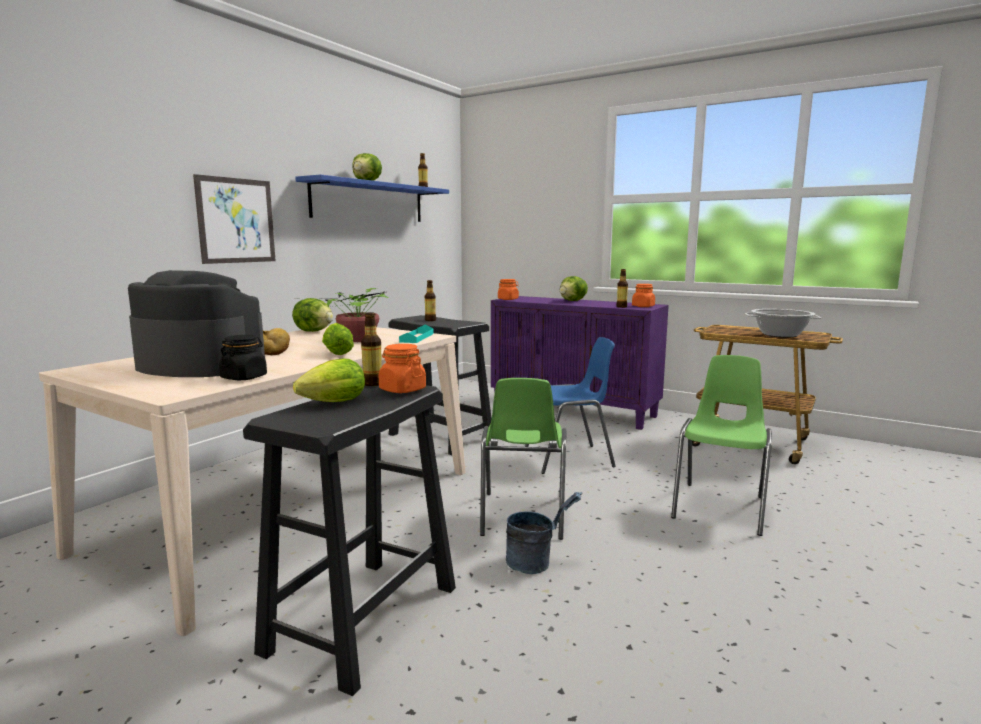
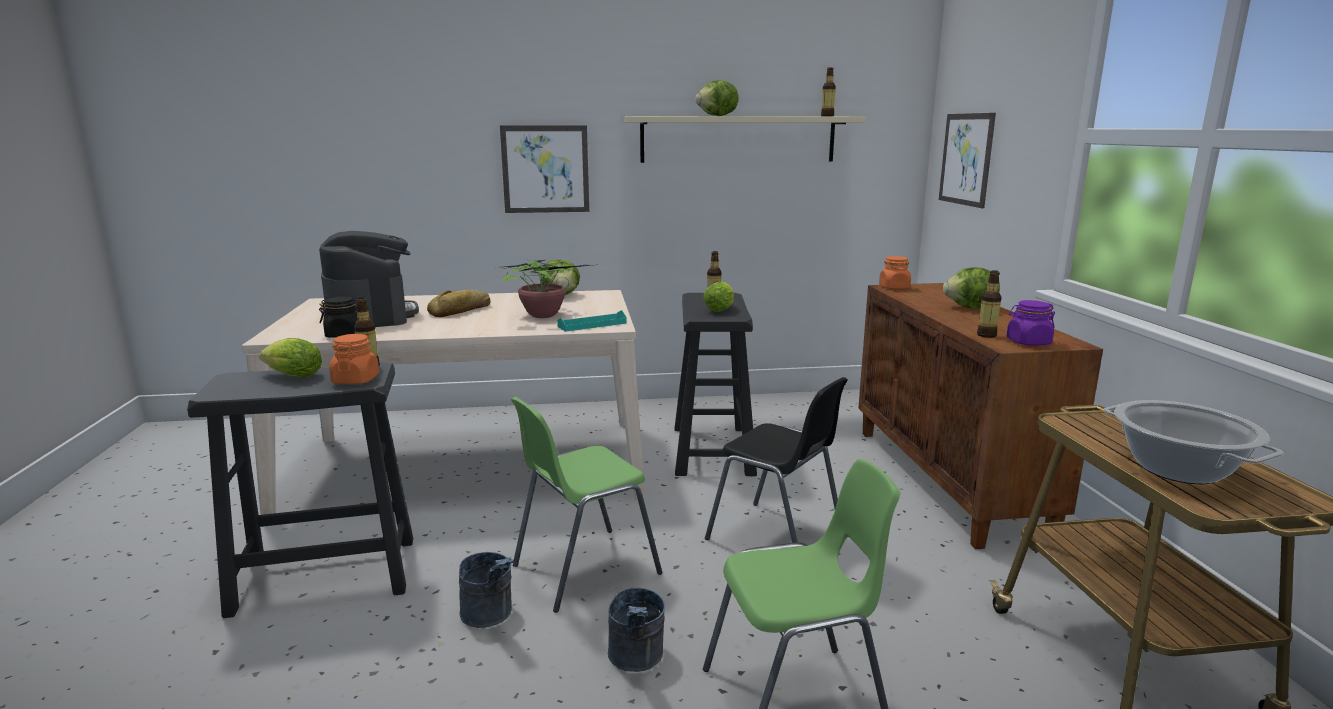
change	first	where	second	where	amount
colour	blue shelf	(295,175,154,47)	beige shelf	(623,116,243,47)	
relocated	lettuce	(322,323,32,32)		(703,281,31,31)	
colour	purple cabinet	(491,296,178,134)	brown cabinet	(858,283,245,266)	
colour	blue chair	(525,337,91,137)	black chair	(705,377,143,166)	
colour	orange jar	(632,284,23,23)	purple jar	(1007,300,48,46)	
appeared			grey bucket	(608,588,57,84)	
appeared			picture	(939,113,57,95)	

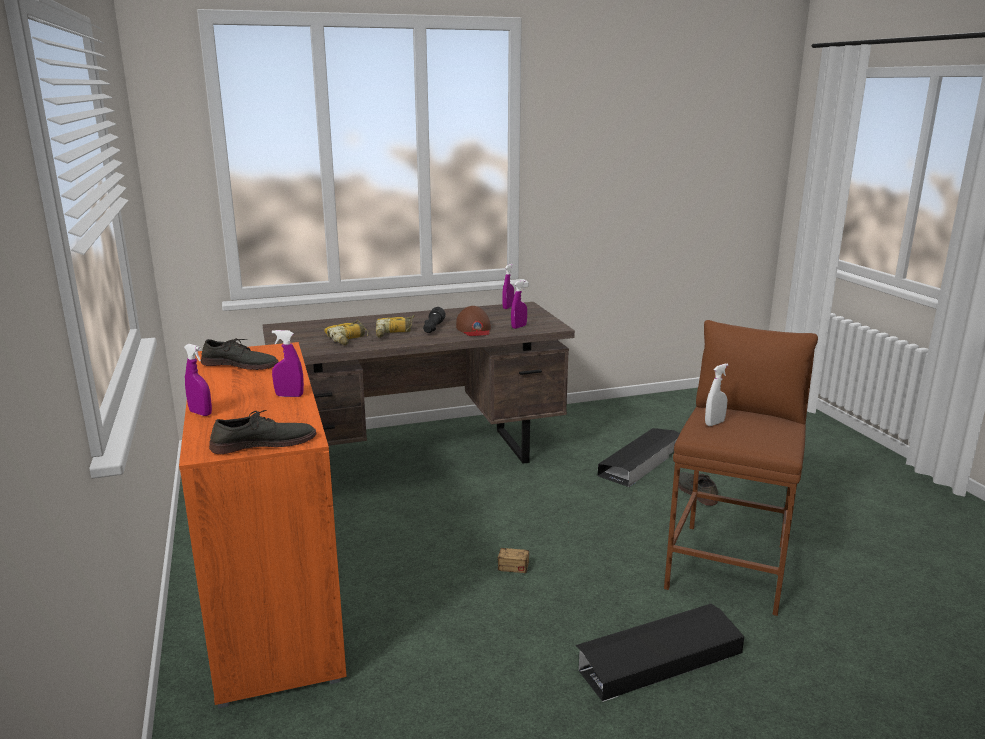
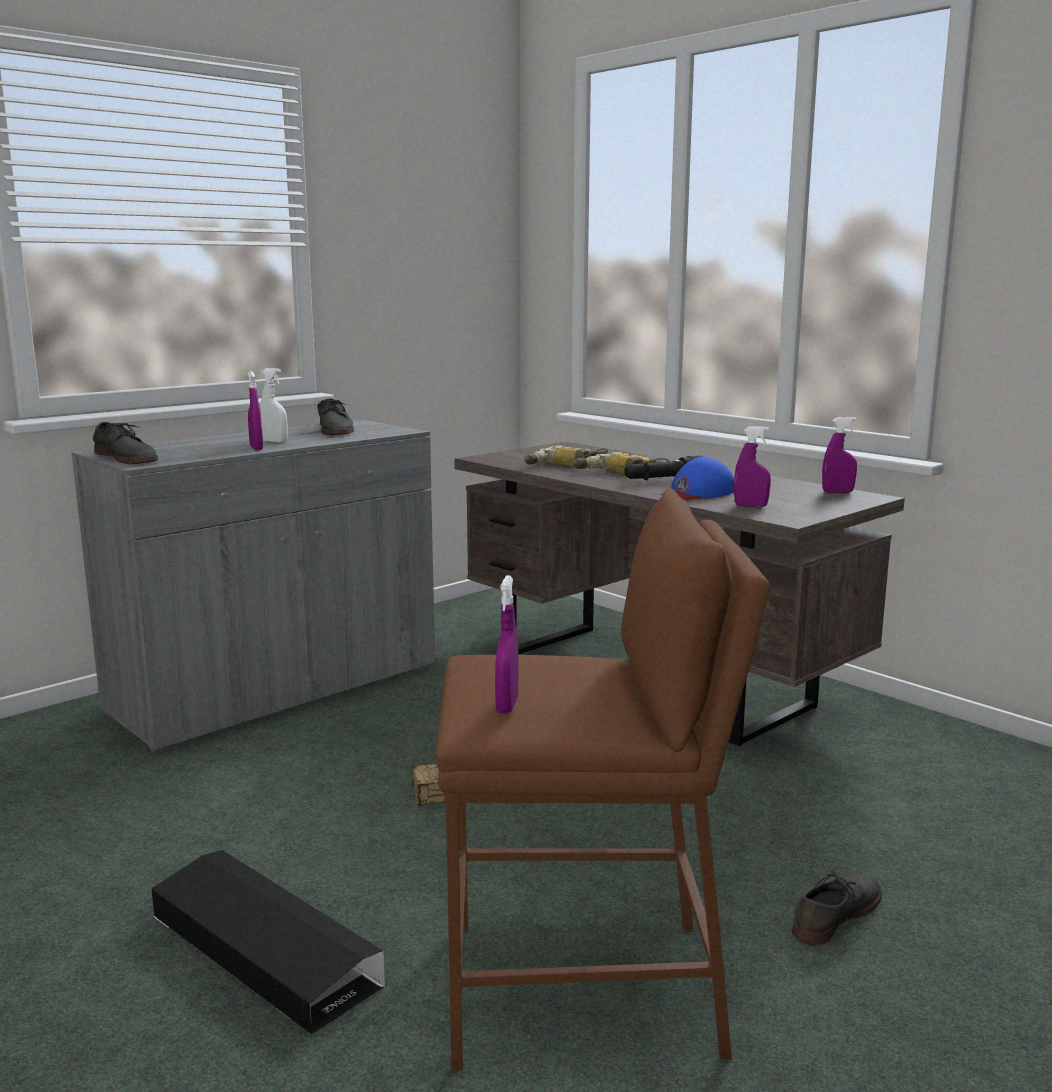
change	first	where	second	where	amount
colour	orange cabinet	(179,342,168,366)	grey cabinet	(71,419,364,335)	
relocated	purple spray bottle	(184,344,28,72)		(495,575,24,138)	
colour	brown cap	(456,306,35,30)	blue cap	(661,457,73,43)	
missing	black storage box	(598,428,82,59)			
relocated	white spray bottle	(705,363,24,63)		(260,368,27,75)	

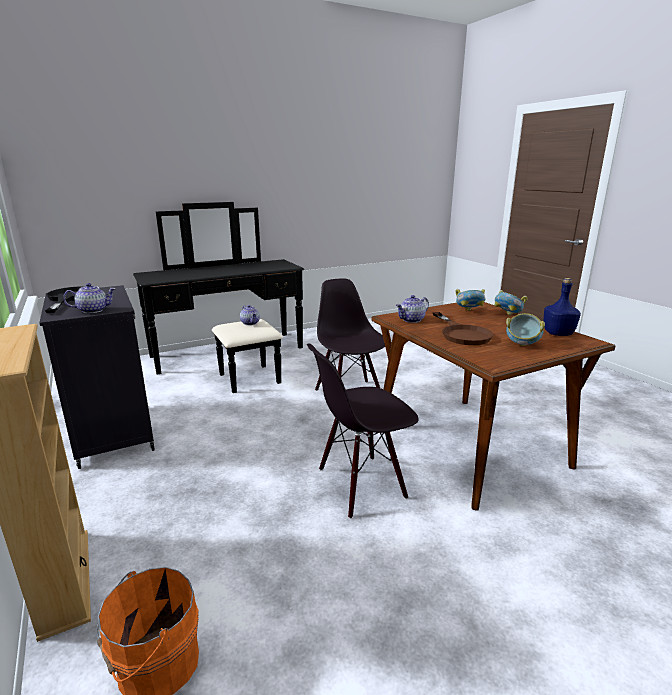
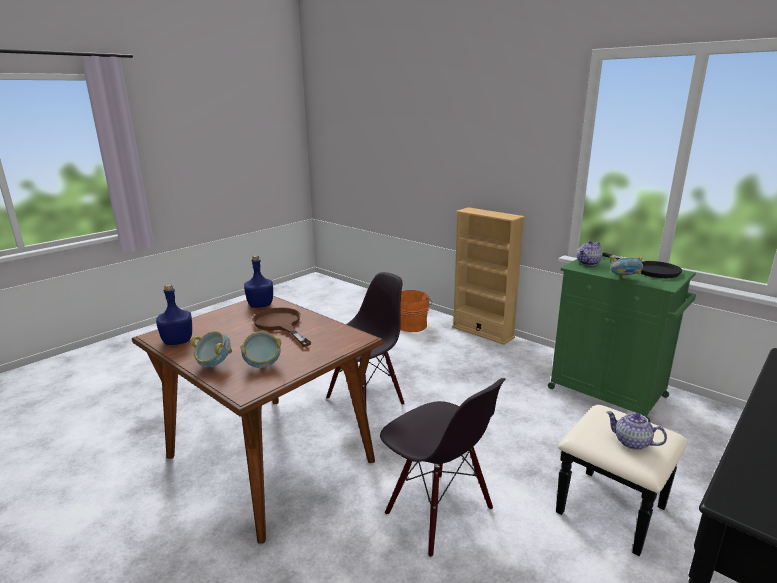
change	first	where	second	where	amount
colour	black cabinet	(39,285,116,184)	green cabinet	(548,256,148,166)	
missing	teapot	(396,295,33,28)			
relocated	bowl	(506,313,39,33)		(610,256,33,23)	
appeared			blue bottle	(244,255,29,53)	

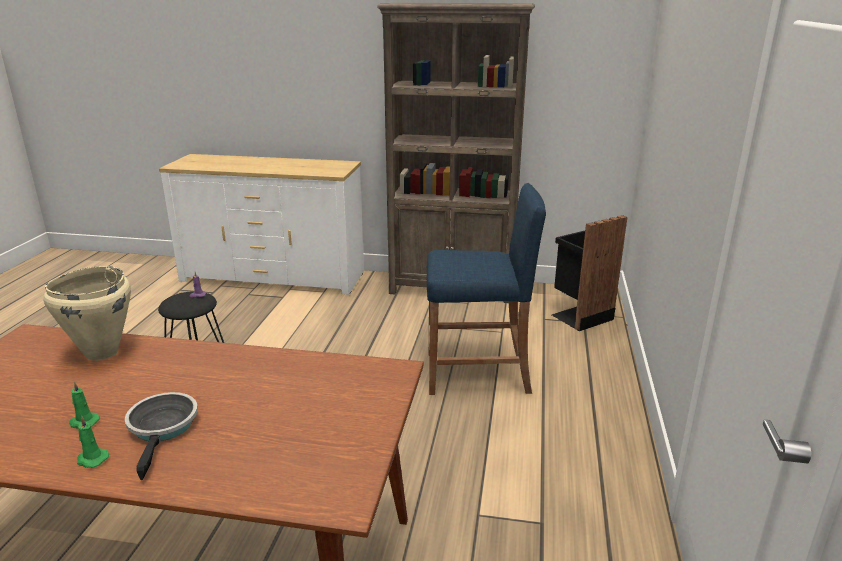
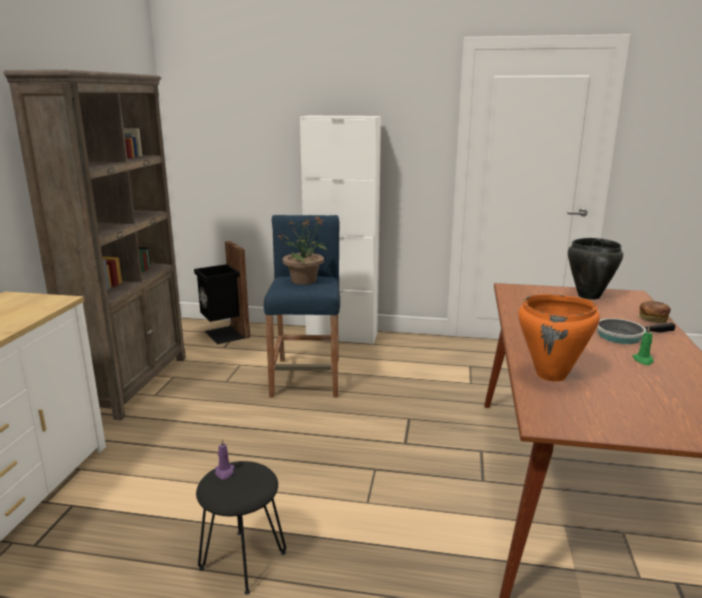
change	first	where	second	where	amount
colour	beige cooking pot	(43,266,88,95)	orange cooking pot	(518,294,82,88)	
missing	green candle	(77,416,32,52)			
appeared			potted plant	(277,217,50,68)	
appeared			white cabinet	(300,115,81,230)	
appeared			black cooking pot	(568,238,55,62)	
appeared			bread	(638,300,33,23)	

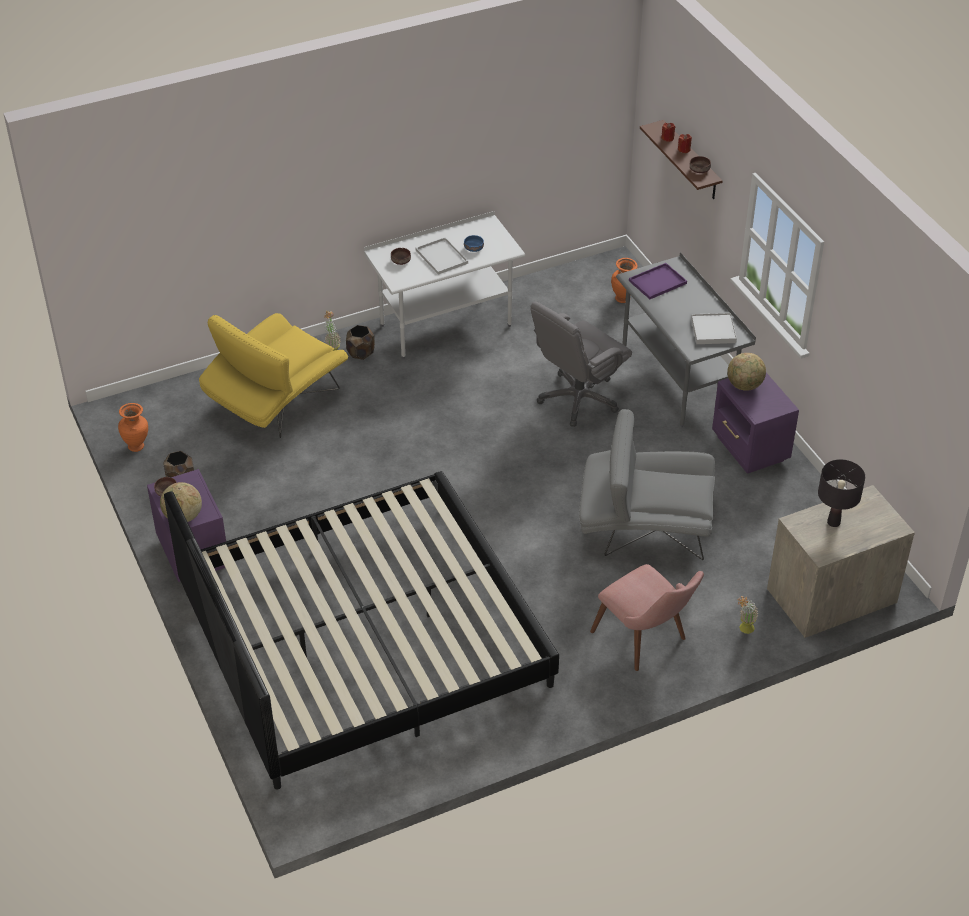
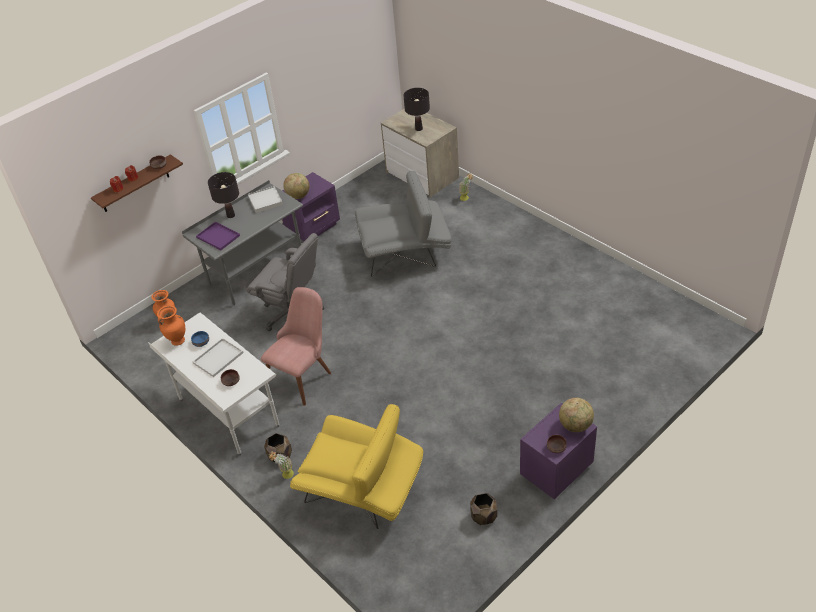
change	first	where	second	where	amount
relocated	orange vase	(118,403,30,49)		(157,305,28,41)	
missing	bed	(164,471,395,319)			
spun	grey armchair	(579,409,136,151)		(355,171,97,106)	90 degrees counterclockwise
relocated	pink chair	(590,564,114,107)		(261,287,70,118)	
appeared			black table lamp	(208,172,31,46)	

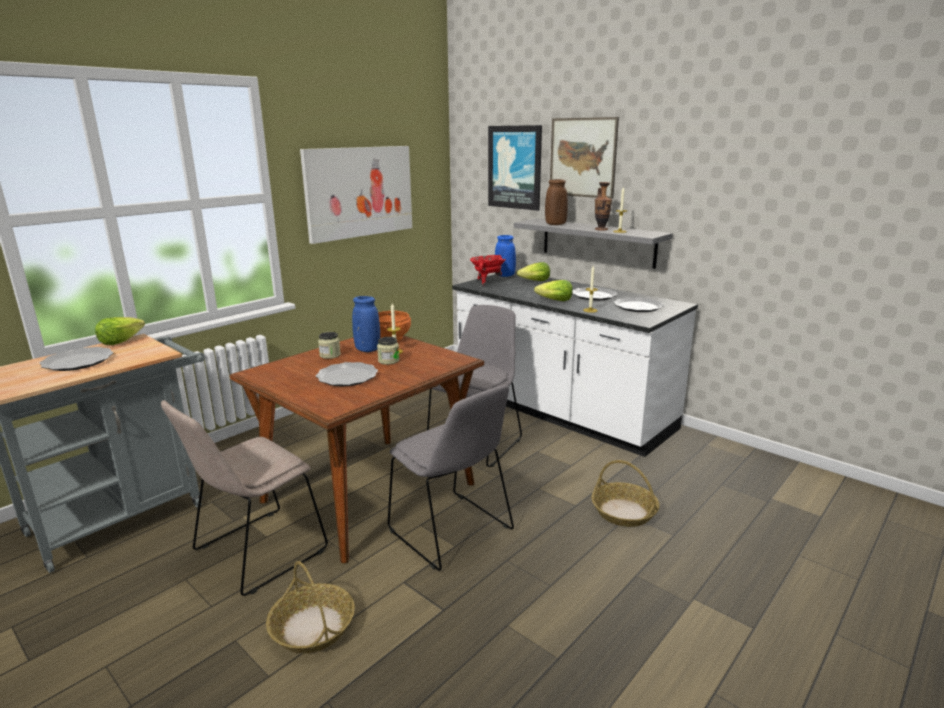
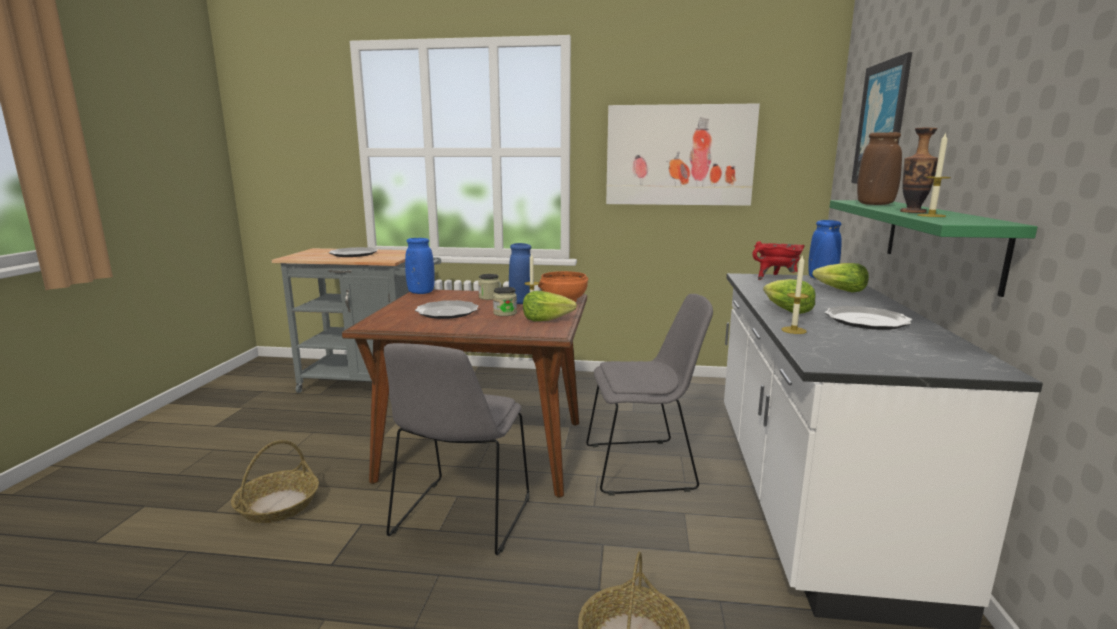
change	first	where	second	where	amount
relocated	lettuce	(95,317,50,28)		(523,291,54,30)	
missing	beige chair	(161,400,167,196)			
colour	grey shelf	(514,219,159,50)	green shelf	(830,200,207,97)	
missing	picture	(550,117,69,82)			
missing	plate	(613,297,51,15)			
appeared			blue vase	(405,238,30,56)	

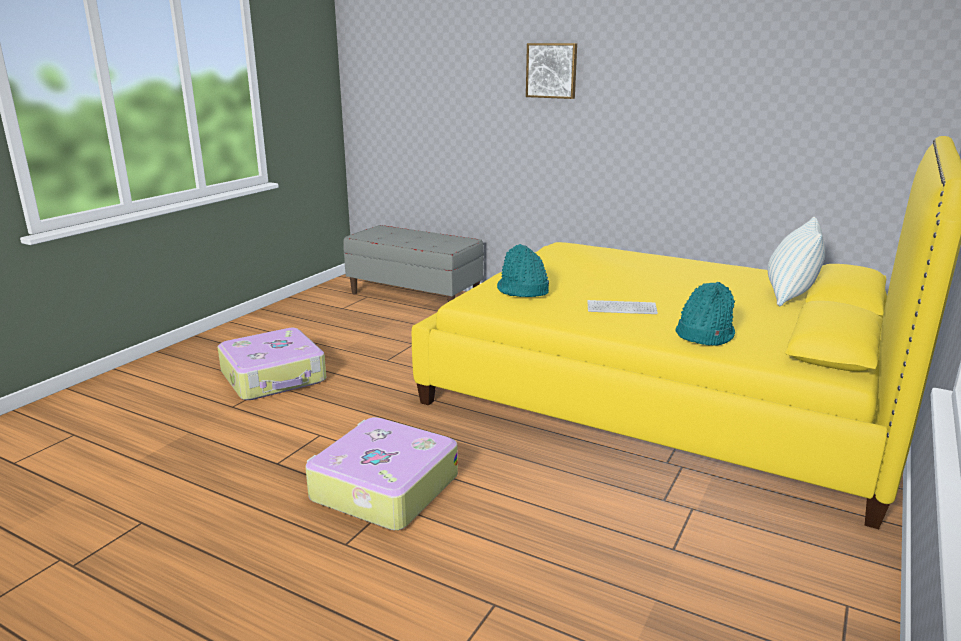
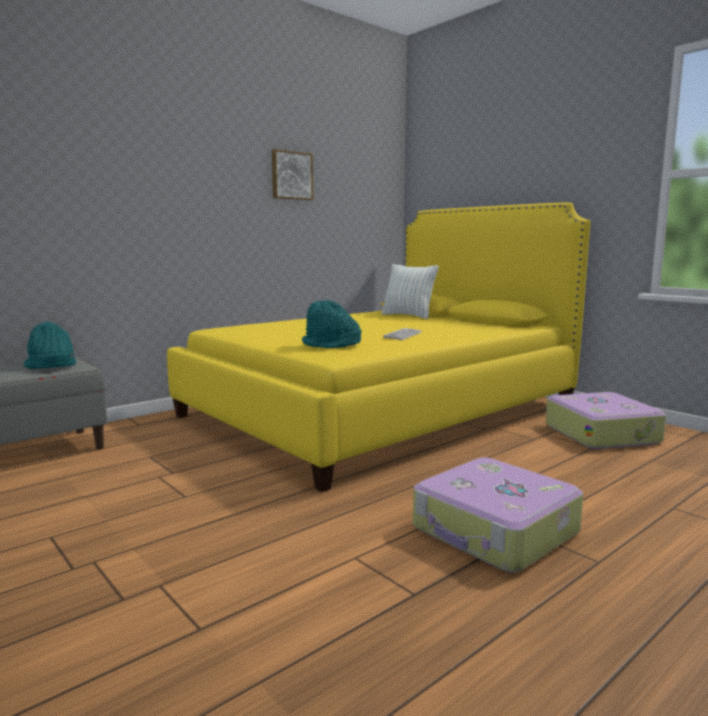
change	first	where	second	where	amount
relocated	suitcase	(217,328,109,72)		(546,392,120,57)	
relocated	picture	(526,43,51,56)		(272,149,41,51)	
relocated	turquoise hat	(675,282,60,64)		(24,321,52,48)	

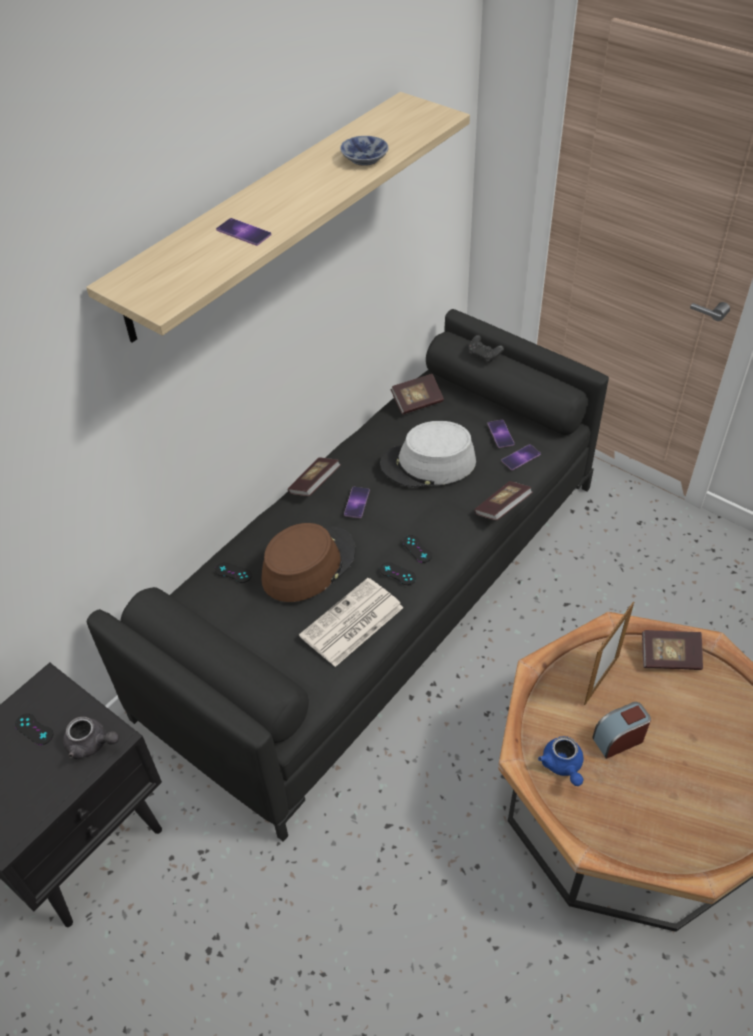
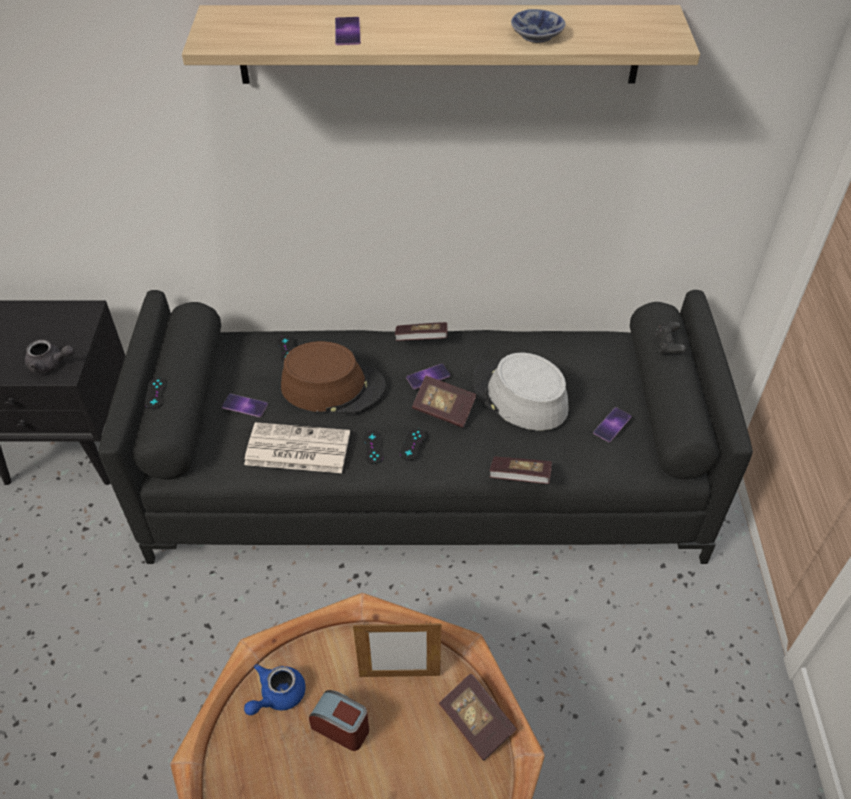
change	first	where	second	where	amount
relocated	black game controller	(15,713,38,32)		(145,377,22,32)	
spun	grey teapot	(63,717,56,42)		(25,340,49,34)	60 degrees counterclockwise
relocated	book	(390,374,54,41)		(412,376,64,52)	
relocated	phone	(501,444,40,26)		(222,394,46,23)	

